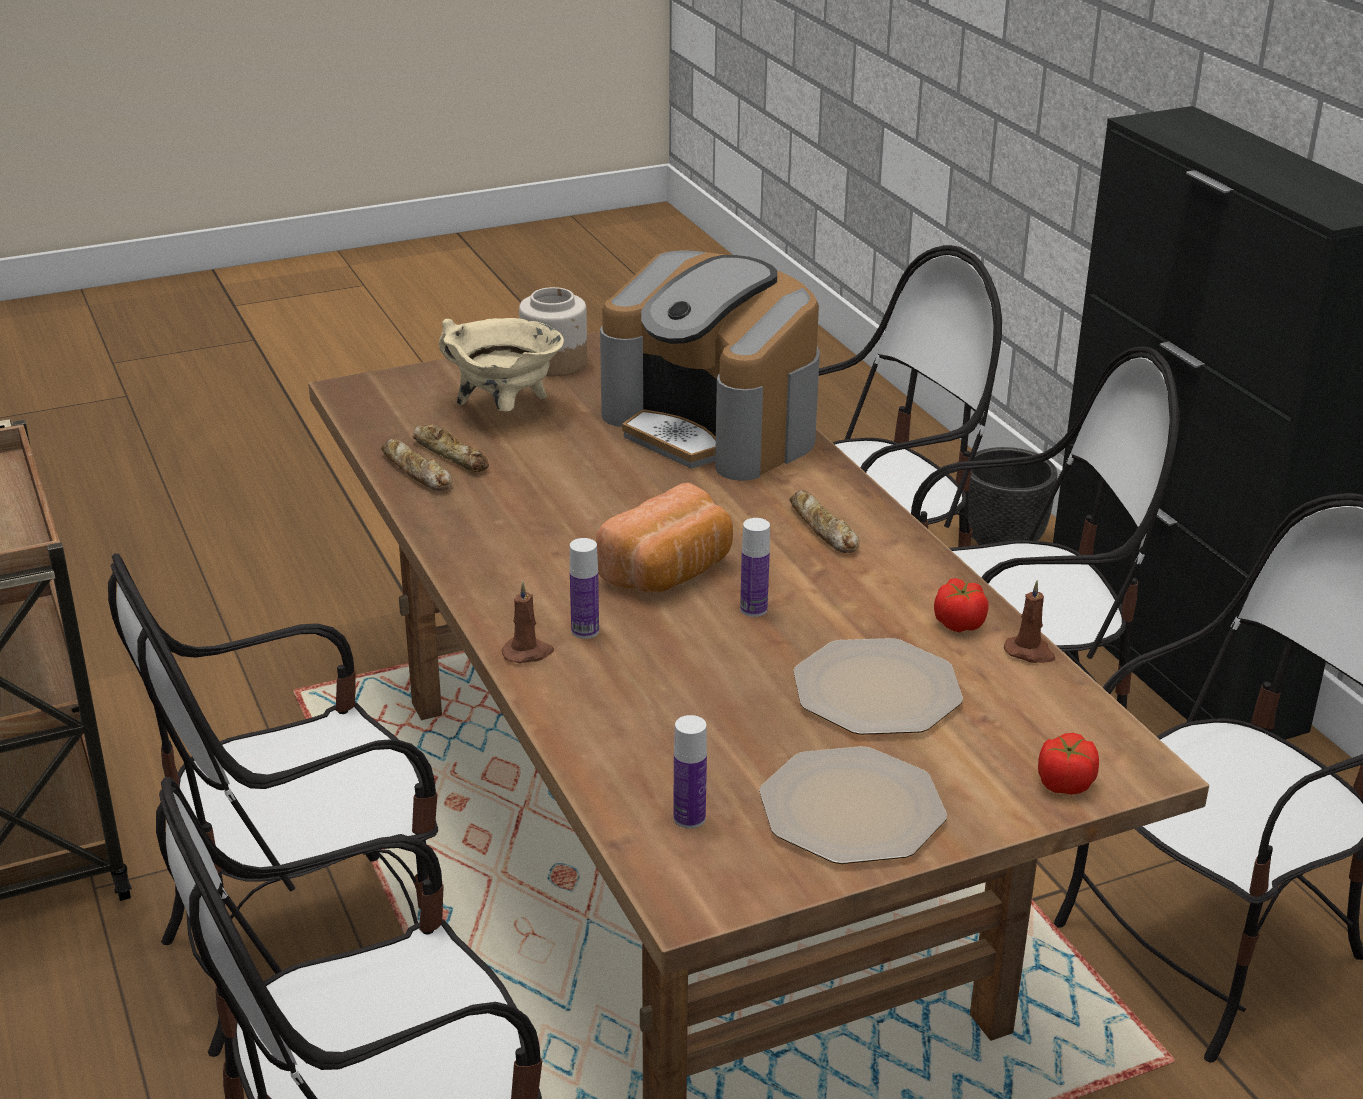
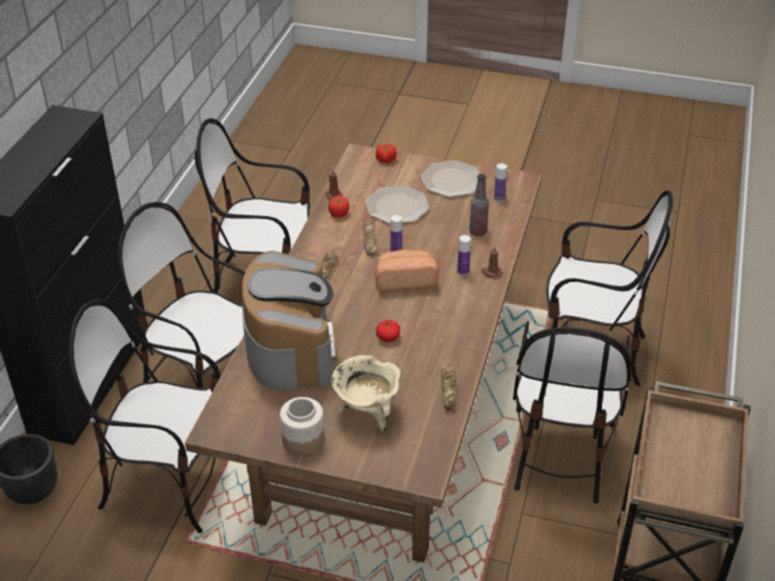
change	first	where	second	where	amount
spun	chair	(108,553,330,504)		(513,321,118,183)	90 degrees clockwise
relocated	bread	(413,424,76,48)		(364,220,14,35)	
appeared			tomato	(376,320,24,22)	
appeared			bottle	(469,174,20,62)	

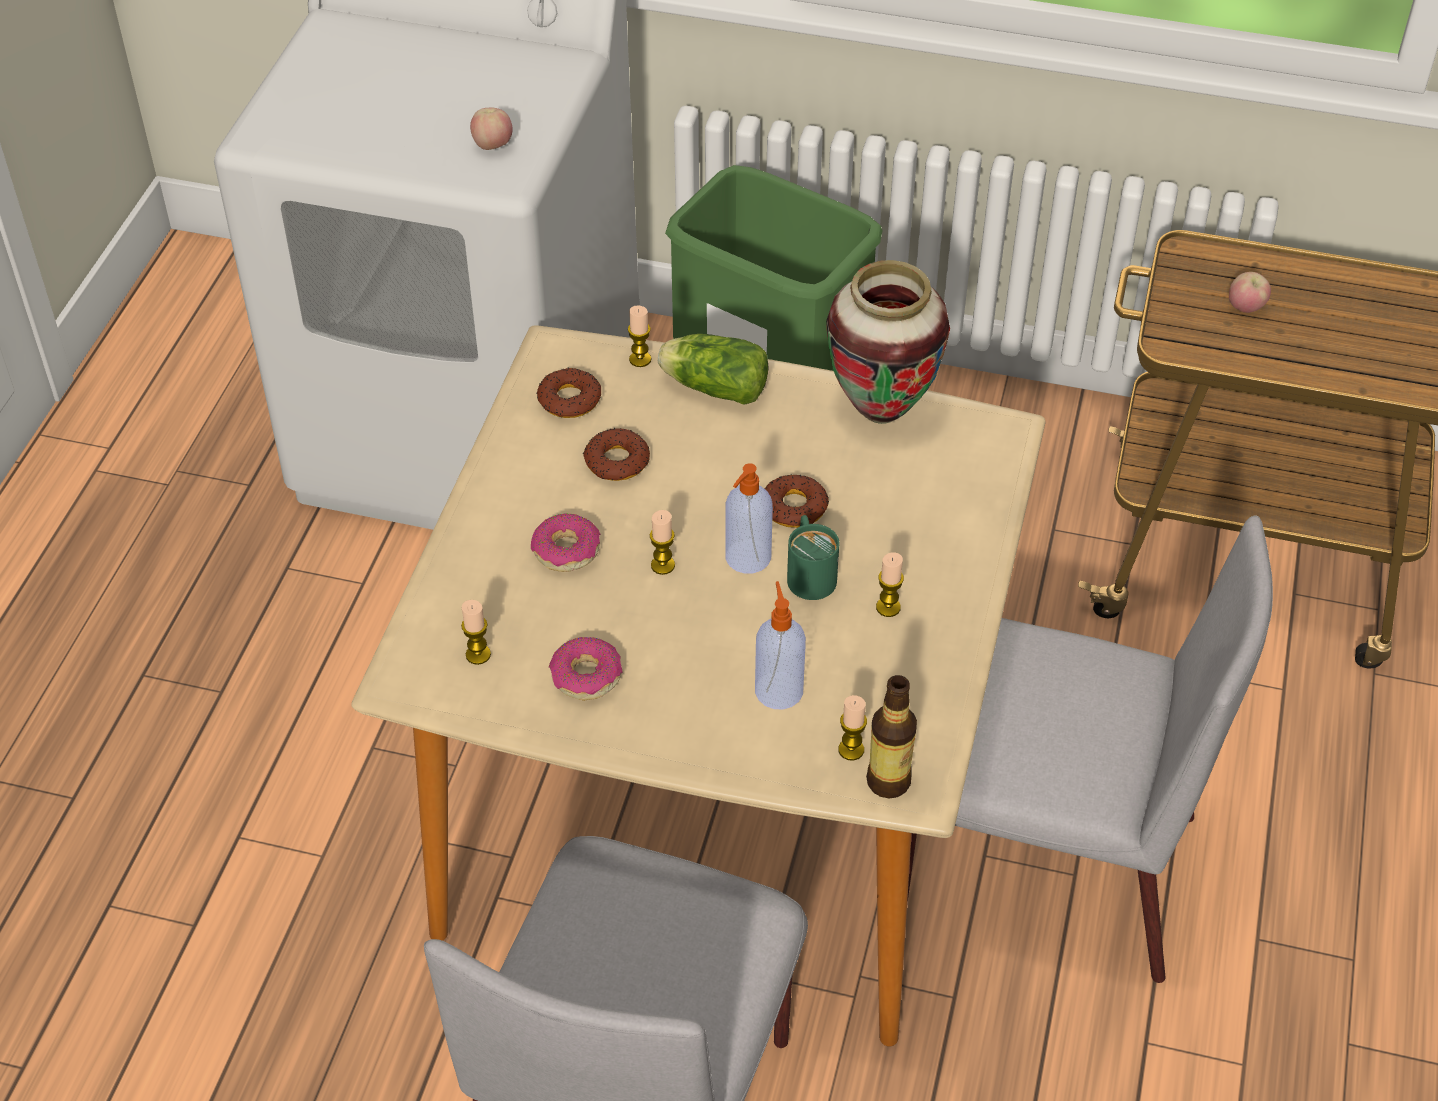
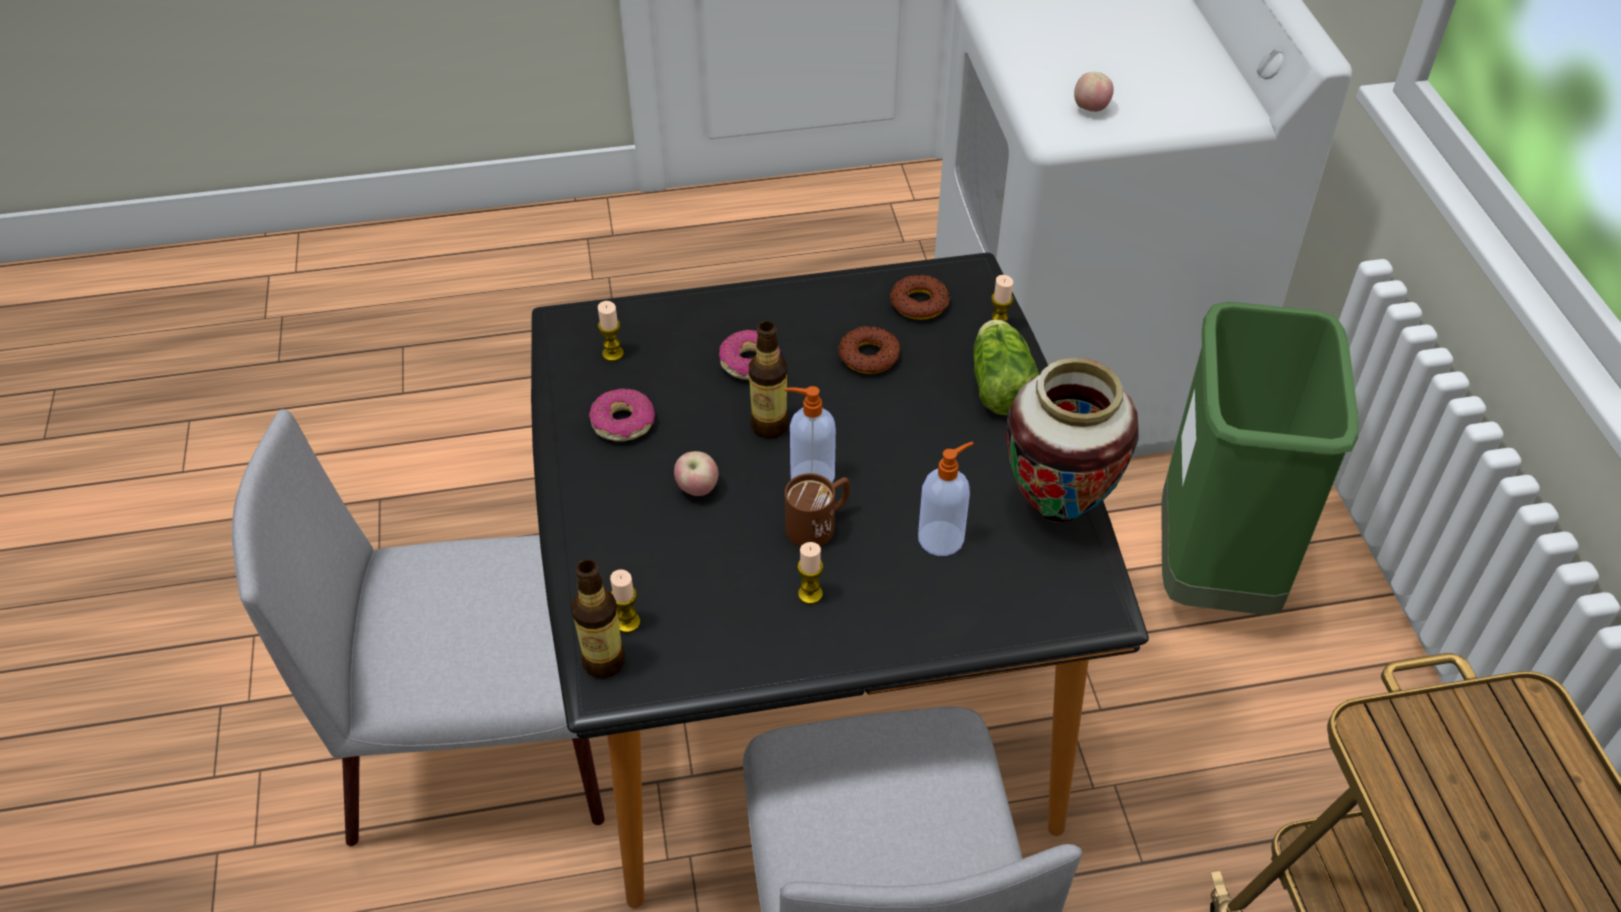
change	first	where	second	where	amount
colour	beige dining table	(351,325,695,721)	black dining table	(531,253,618,655)	
exchanged	candle	(650,510,25,65)	bottle	(749,321,40,117)	
relocated	soap dispenser	(755,581,51,129)		(918,442,56,114)	
missing	donut	(765,474,64,54)			
colour	green mug	(787,515,52,85)	brown mug	(785,473,65,74)	
relocated	apple	(1229,272,42,41)		(674,451,44,45)	

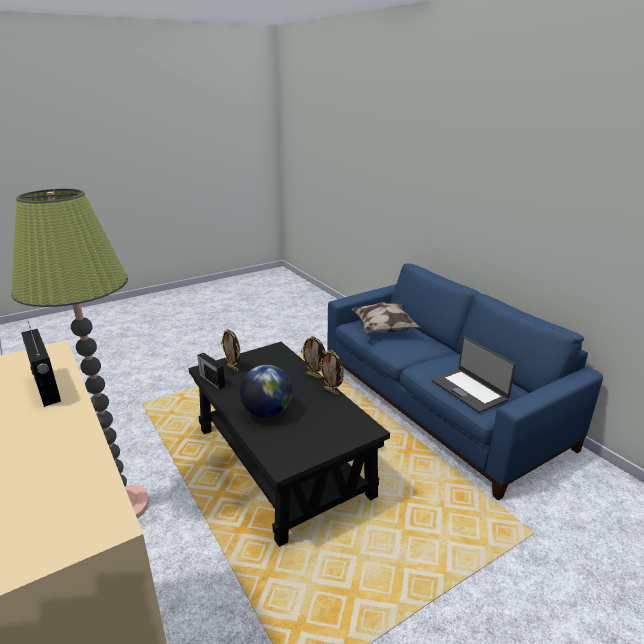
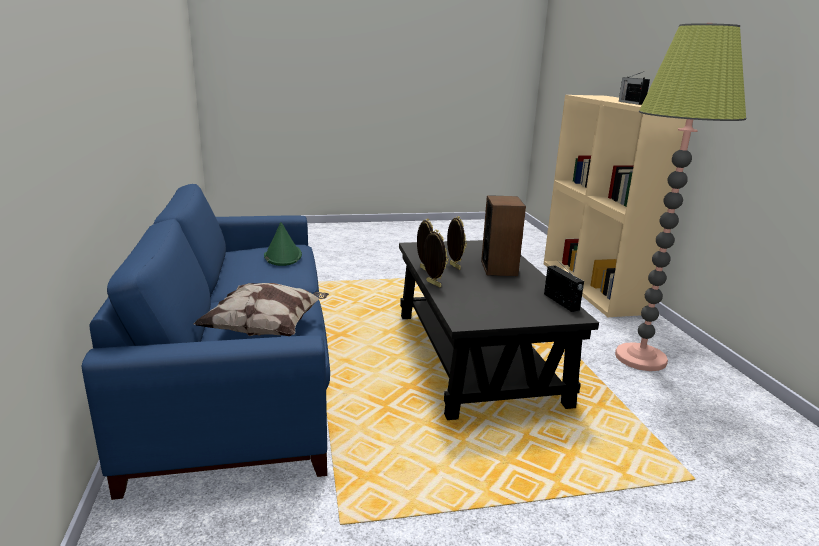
change	first	where	second	where	amount
relocated	picture frame	(221,329,19,42)		(447,216,20,54)	
exchanged	globe	(240,365,52,53)	speaker	(481,195,45,81)	
exchanged	laptop	(432,337,84,76)	green hat	(264,222,38,44)	

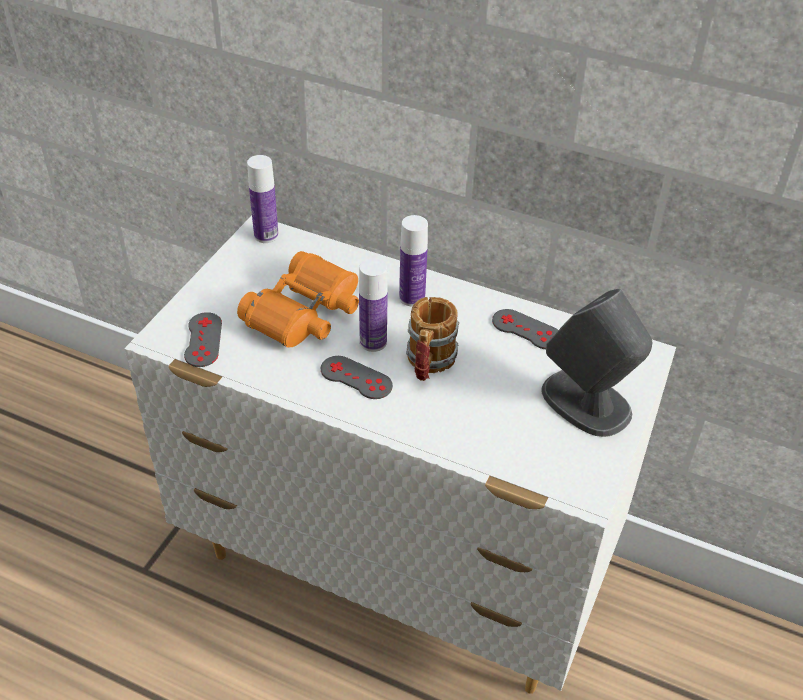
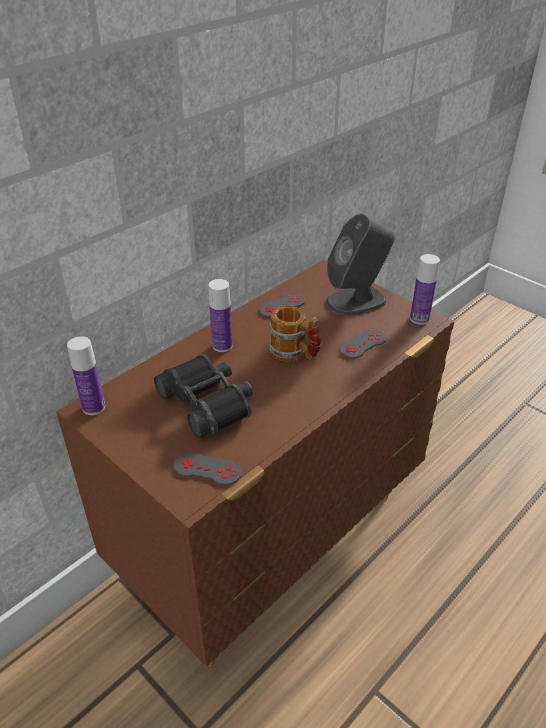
change	first	where	second	where	amount
colour	white dresser	(124,215,552,479)	brown dresser	(56,260,399,407)	
colour	orange binoculars	(237,251,122,97)	black binoculars	(154,354,99,84)	
relocated	grey game controller	(321,356,72,43)		(339,330,47,29)	
relocated	bottle	(359,258,29,94)		(410,254,30,71)	

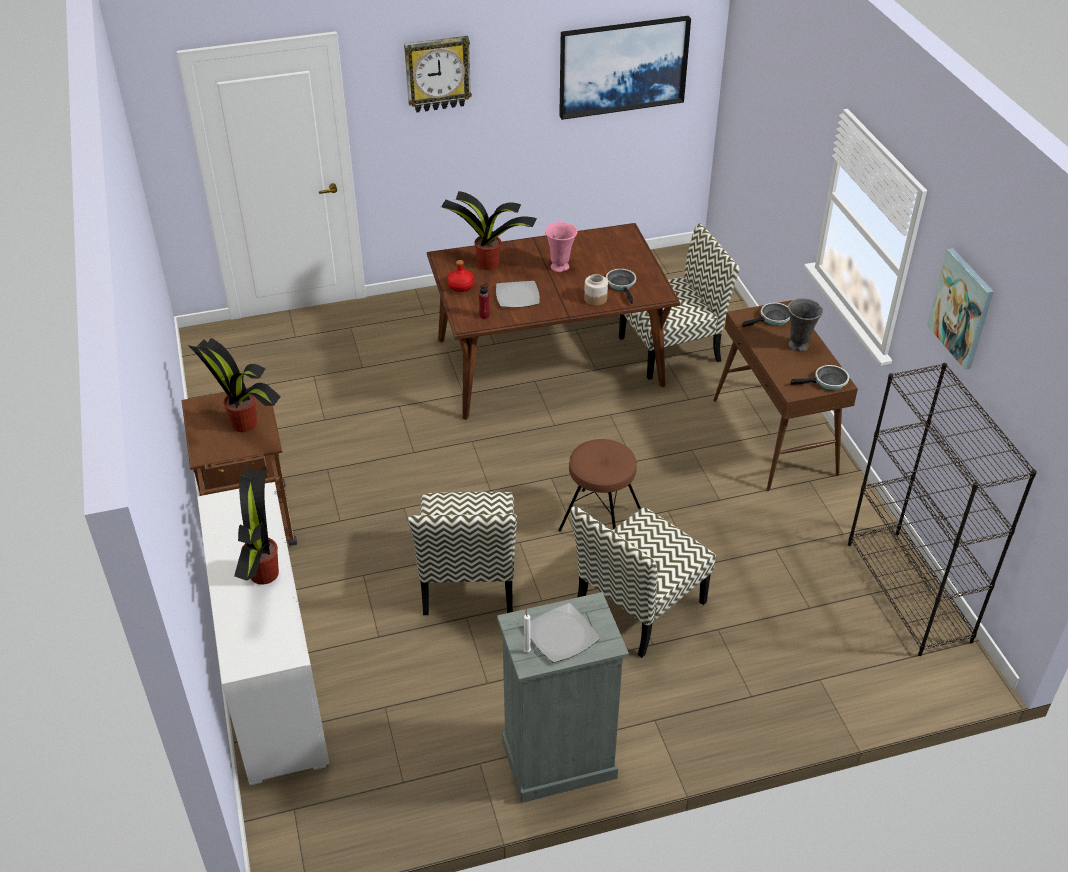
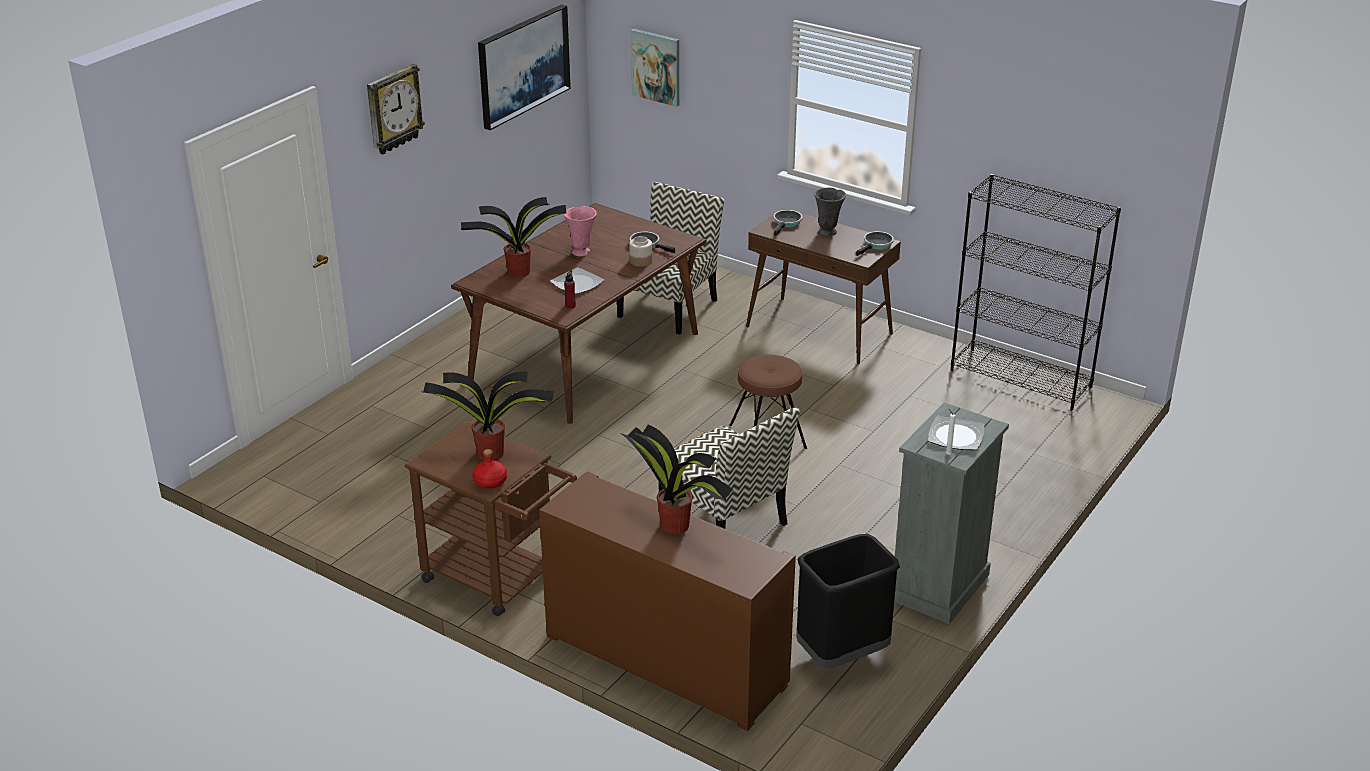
change	first	where	second	where	amount
colour	white cabinet	(198,482,132,304)	brown cabinet	(539,471,257,260)	
relocated	red bottle	(447,260,28,32)		(472,449,35,40)	
missing	chair	(570,506,146,152)			
relocated	picture	(927,248,67,122)		(631,29,48,78)	
appeared			black trash can	(796,534,104,134)	

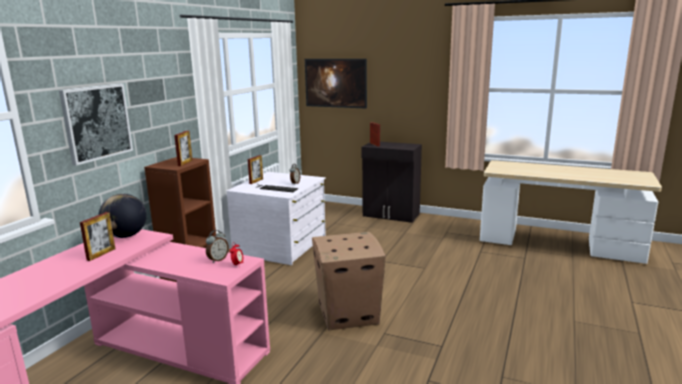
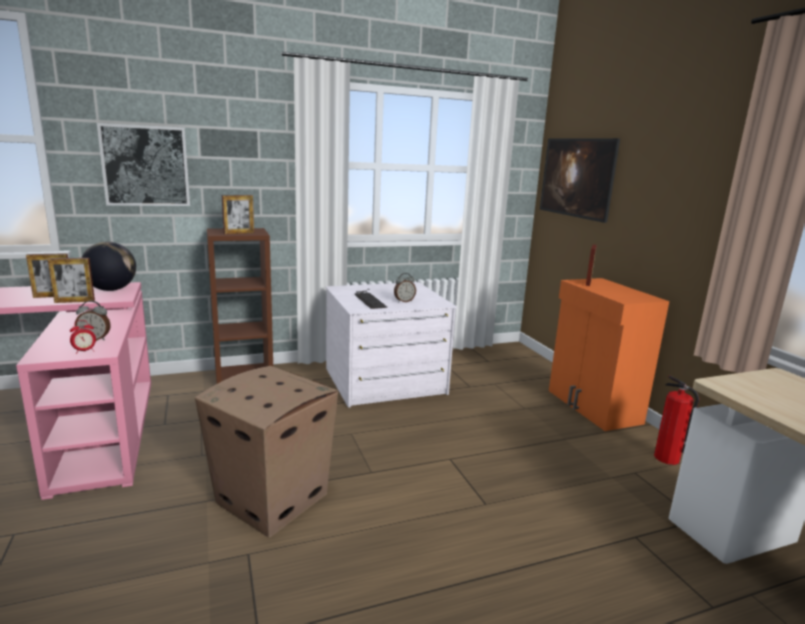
change	first	where	second	where	amount
relocated	picture frame	(248,155,15,29)		(48,258,47,45)	
colour	black cabinet	(361,142,61,81)	orange cabinet	(549,278,120,153)	
appeared			fire extinguisher	(654,375,46,90)	

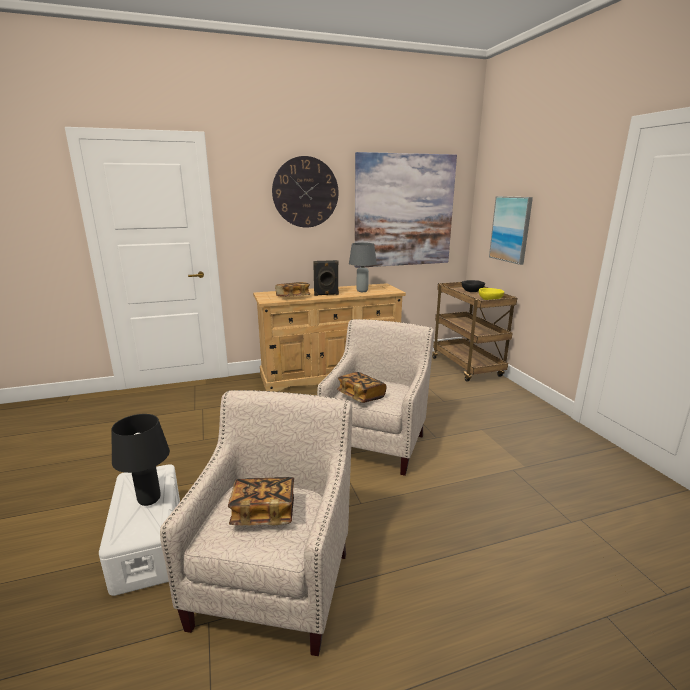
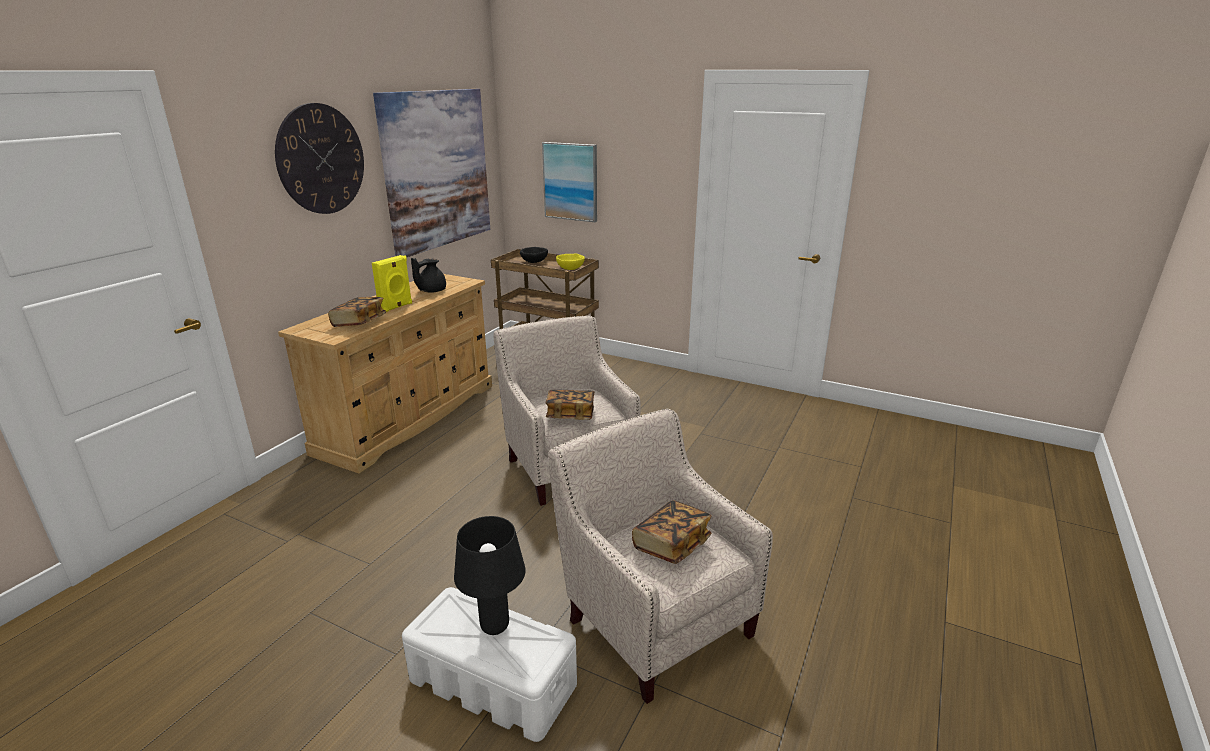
change	first	where	second	where	amount
colour	black speaker	(313,260,26,36)	yellow speaker	(372,255,40,57)	
exchanged	grey table lamp	(349,242,28,50)	black teapot	(411,258,35,35)	

